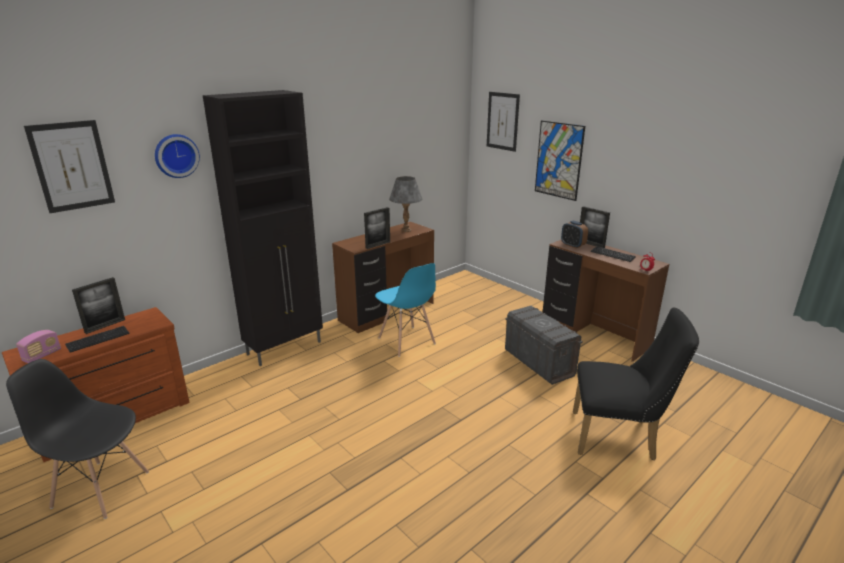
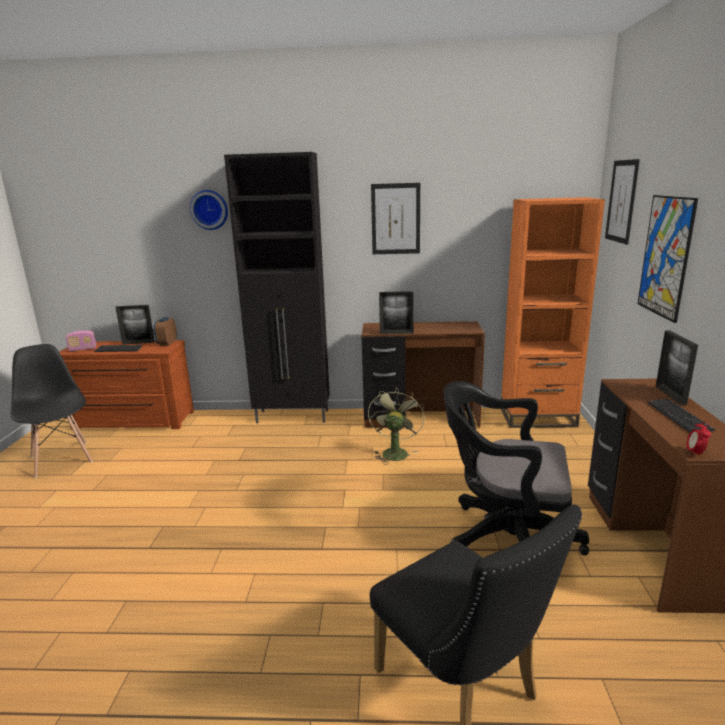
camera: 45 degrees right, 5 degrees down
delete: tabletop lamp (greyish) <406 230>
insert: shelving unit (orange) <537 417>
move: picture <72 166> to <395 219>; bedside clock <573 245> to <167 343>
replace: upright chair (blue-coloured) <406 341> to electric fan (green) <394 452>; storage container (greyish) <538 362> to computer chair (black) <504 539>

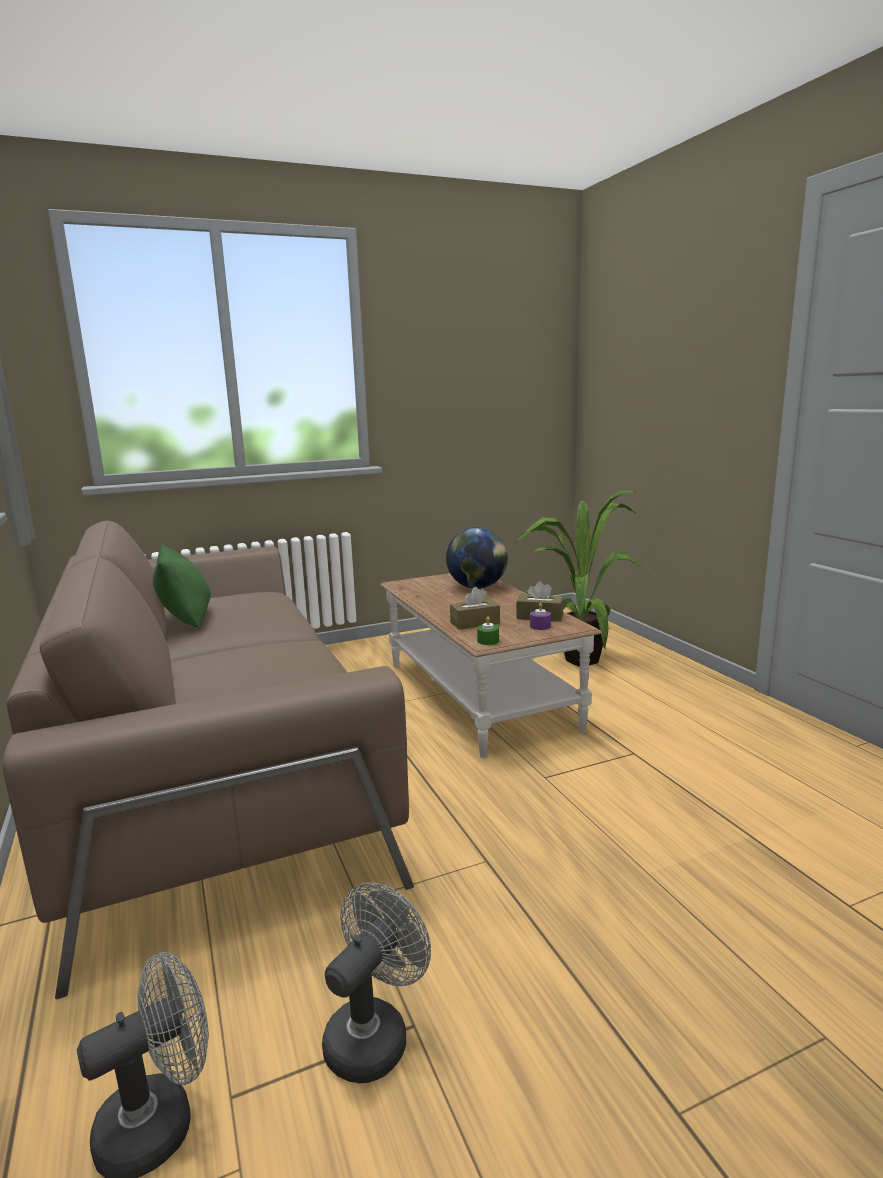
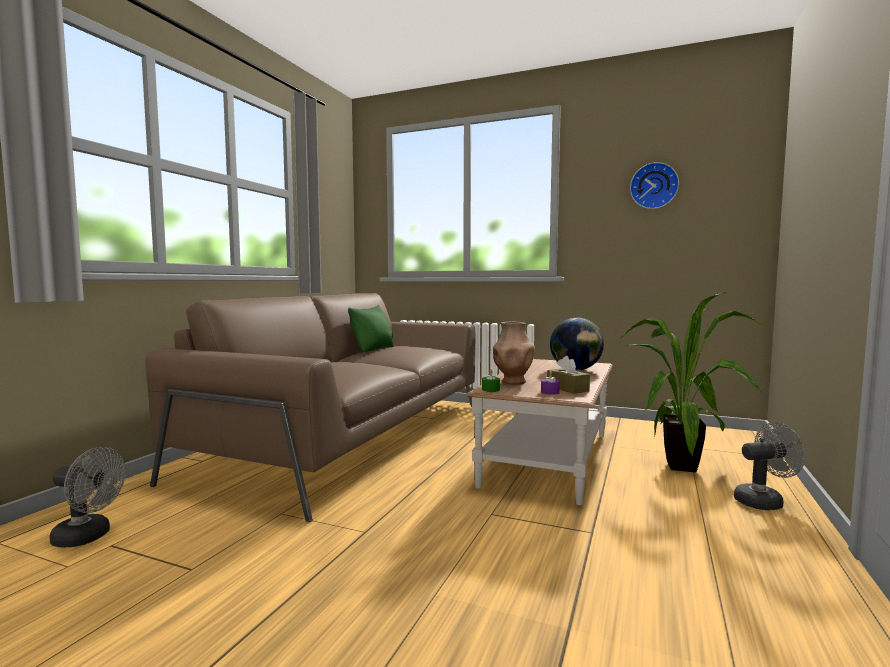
camera: 45 degrees right, 10 degrees down
insert: clock on the wall <654 186>
move: electric fan (greyish) <374 1034> to <764 501>
replace: box of tissues (brownish) <475 623> to flower vase (brownish) <513 382>

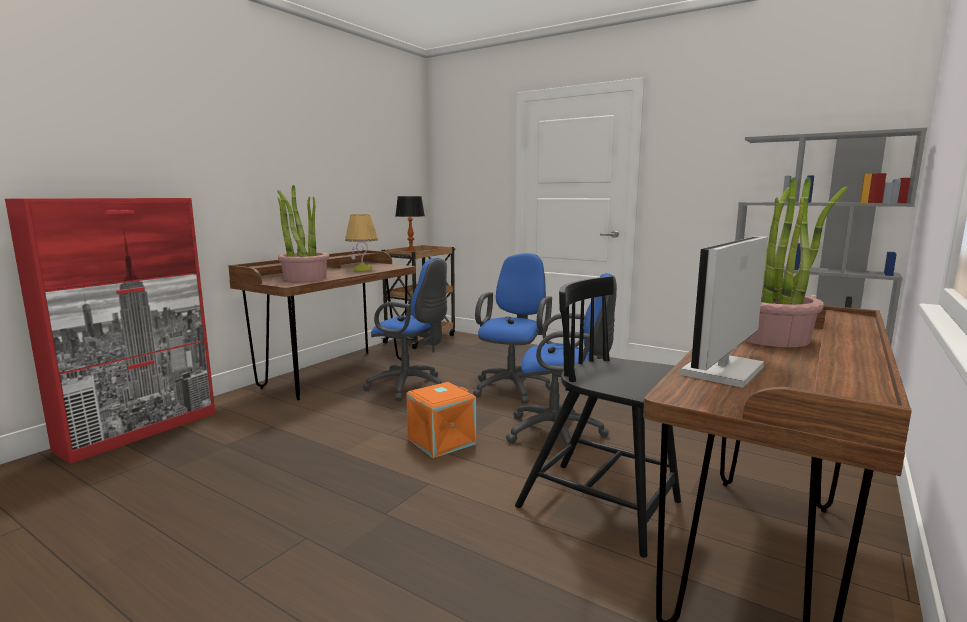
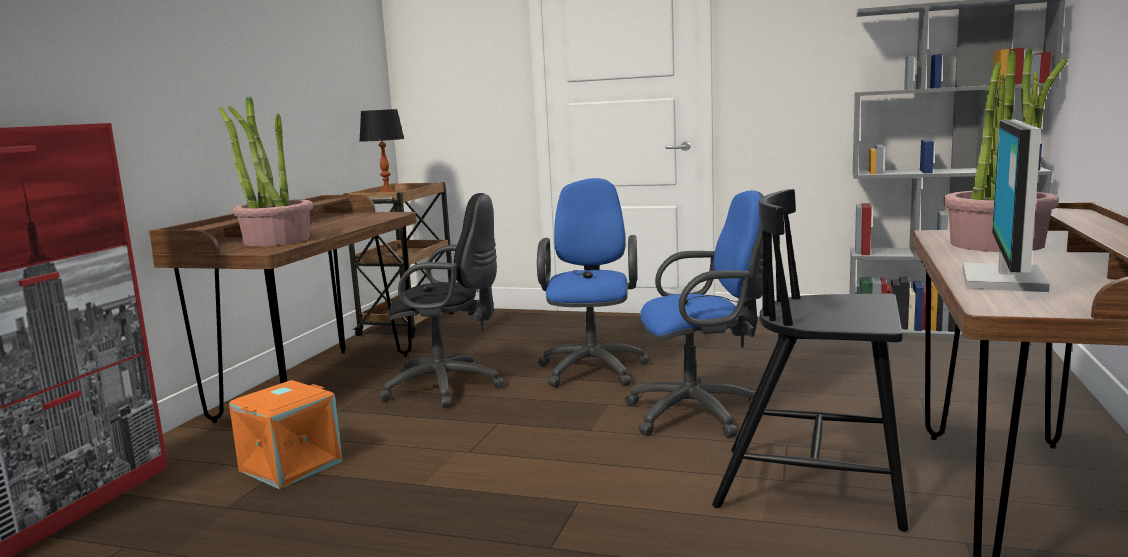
camera: 15 degrees left, 0 degrees up
delete: tabletop lamp <363 269>
move: storage container (orange) <441 441> to <290 465>
recolor: computer chair (blue-coloured) <411 387> to computer chair (black) <449 387>

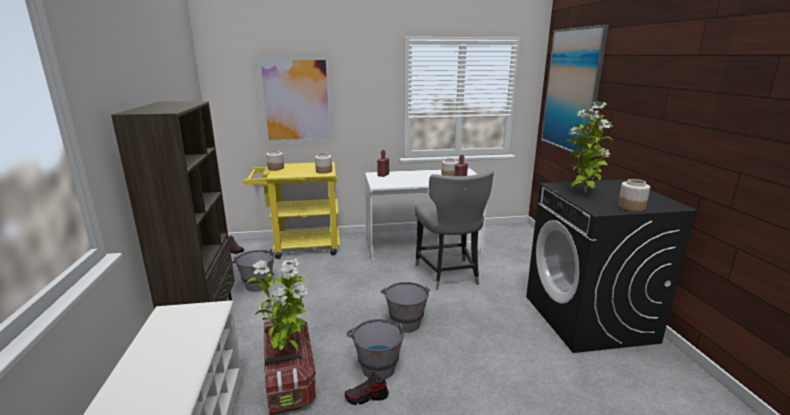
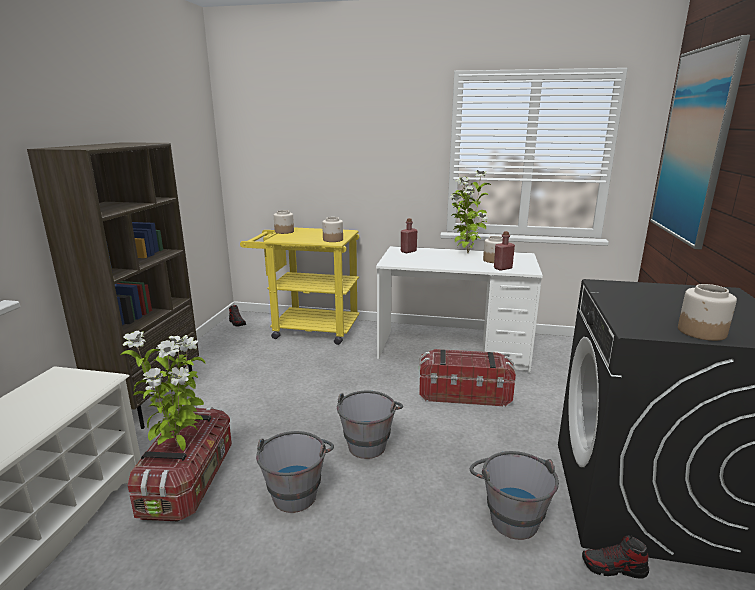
camera: 20 degrees right, 0 degrees up
delete: picture <296 100>
move: water bucket (greyish) <256 283> to <509 514>; low shoe <367 397> to <614 568>; plant in a pot <583 193> to <466 253>
replace: upright chair (greyish) <448 275> to storage container <464 393>

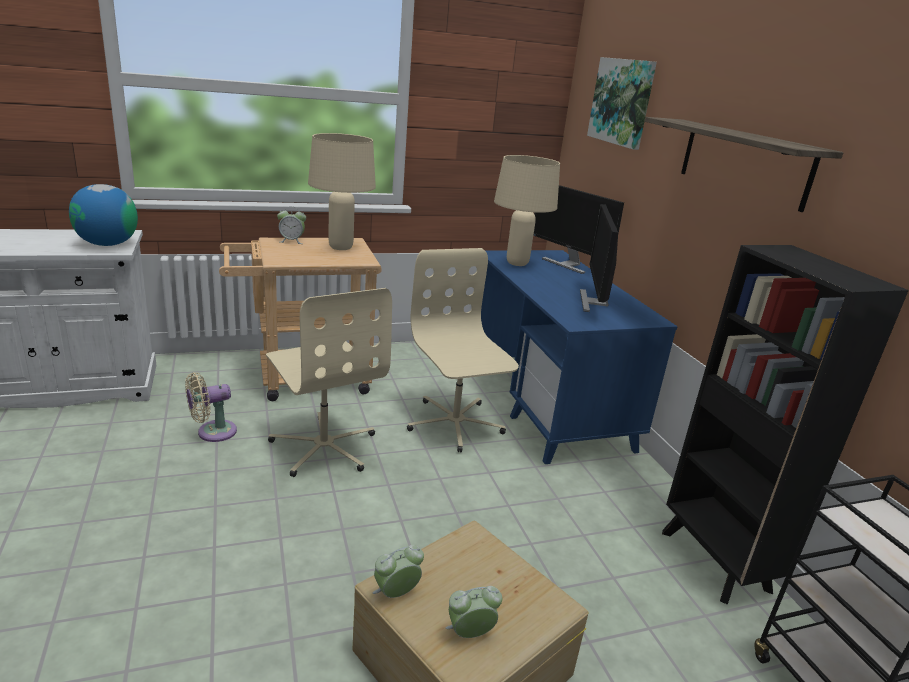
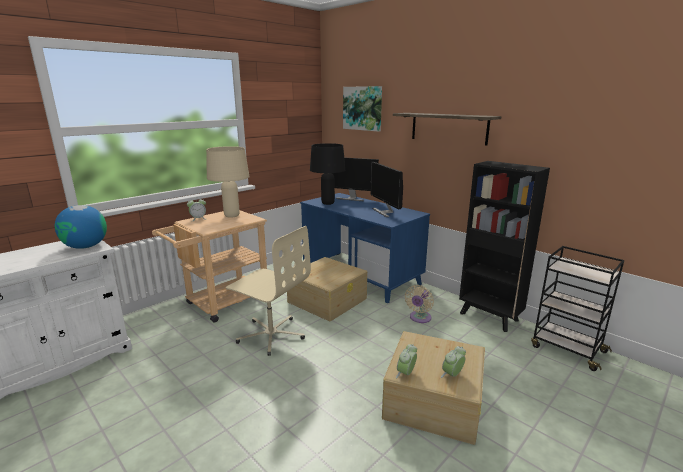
camera: 25 degrees left, 5 degrees down
move: electric fan (beige-coloured) <212 432> to <419 318>
replace: computer chair (beige-coloured) <454 424> to storage container (beige-coloured) <327 300>
recolor: tabletop lamp (beige-coloured) <516 263> to tabletop lamp (black) <327 203>

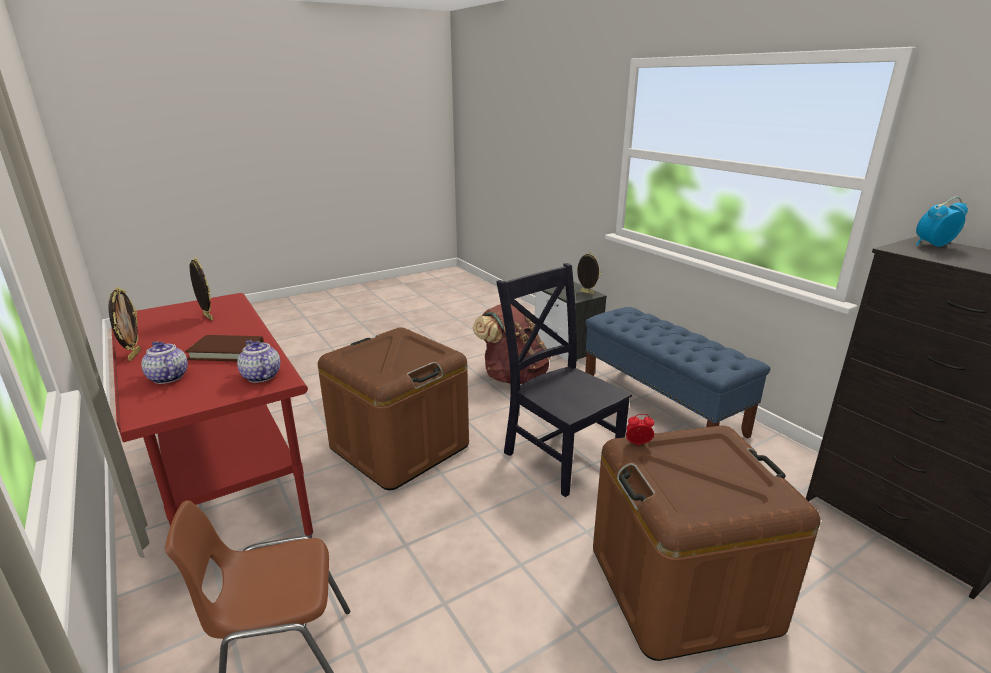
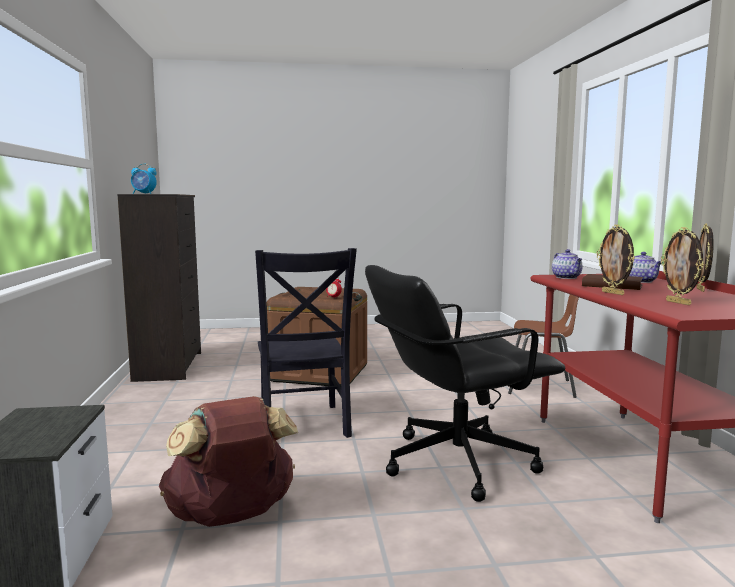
camera: 155 degrees left, 15 degrees down
delete: long seat (blue-coloured) <661 407>
move: photo frame <586 293> to <613 293>
replace: storage container (brownish) <399 447> to computer chair (black) <456 462>

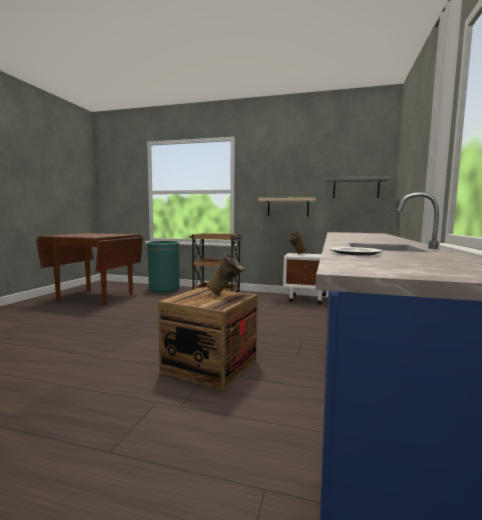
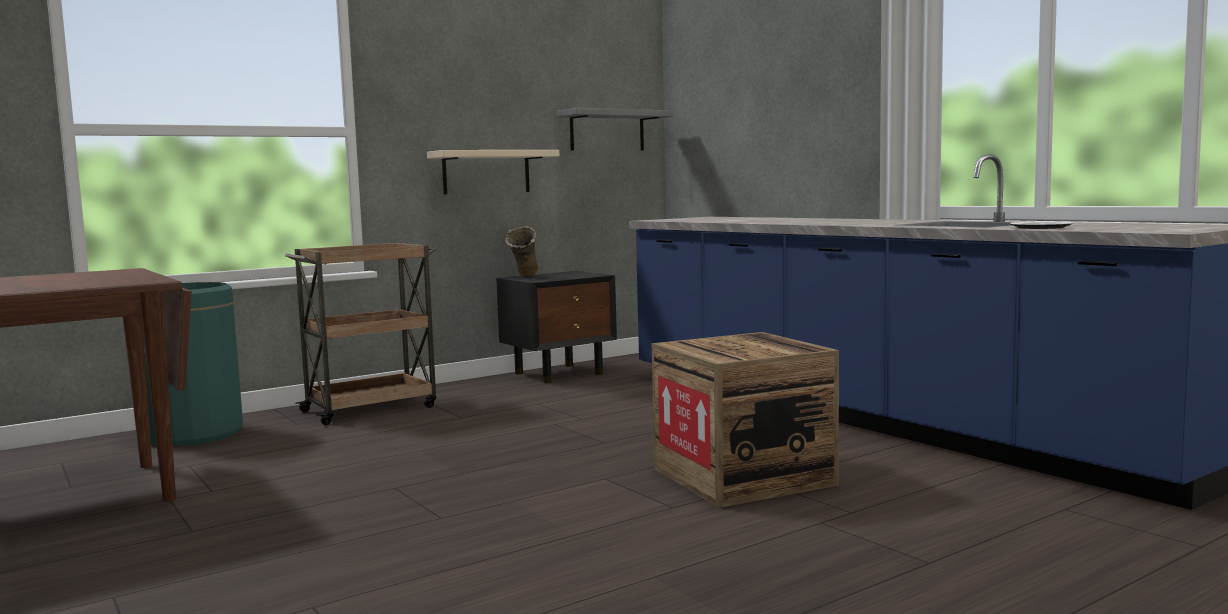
camera: 50 degrees left, 0 degrees up
delete: flower vase (beige-coloured) <226 295>
recolor: night table (white) <306 299> to night table (black) <560 373>

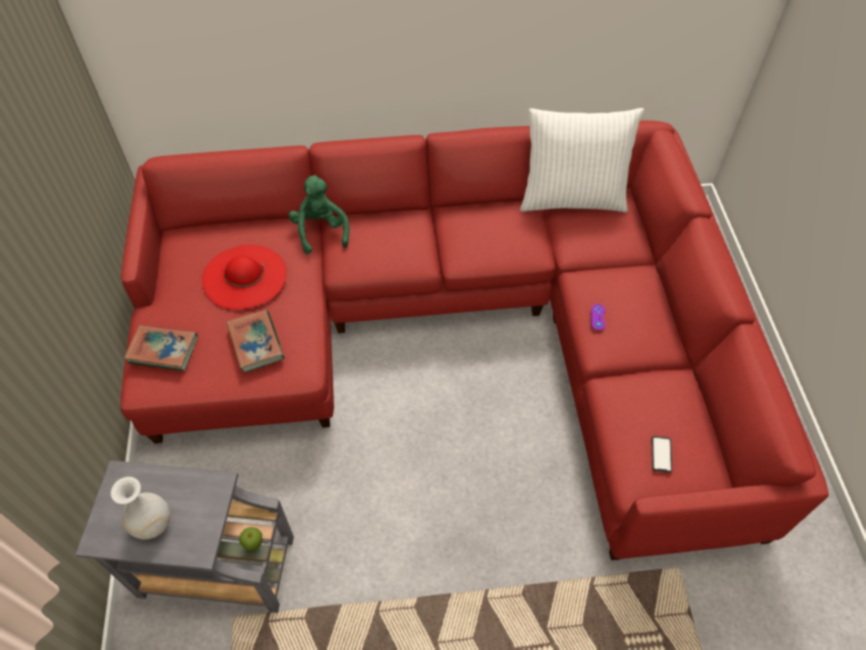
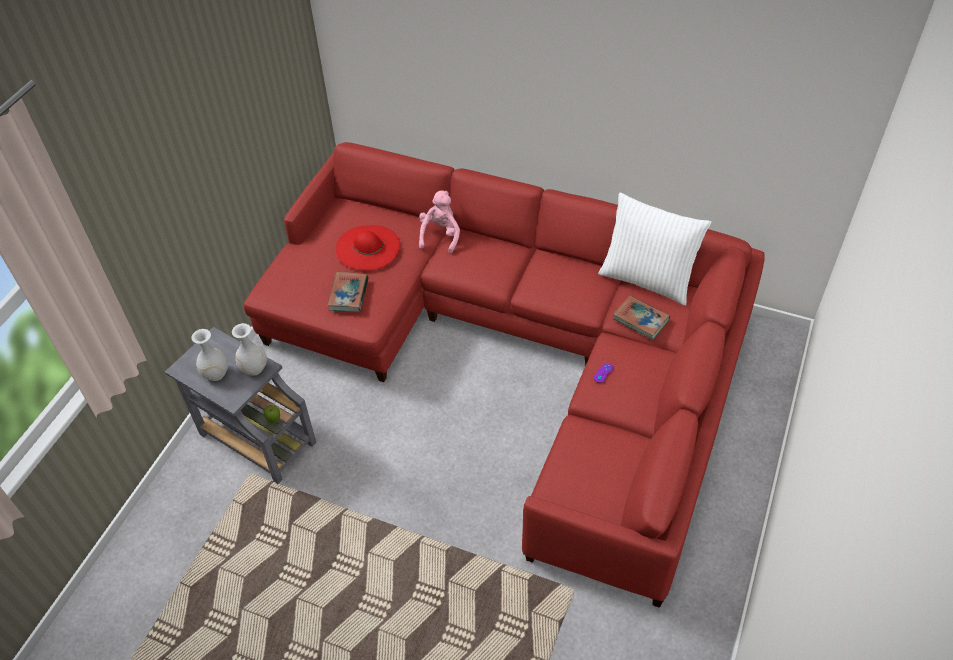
camera: 30 degrees right, 5 degrees down
delete: phone <661 454>
insert: flower vase (white) <254 368>
move: book <163 350> to <640 319>
recolor: plush toy (green) <320 231> to plush toy (pink) <440 235>

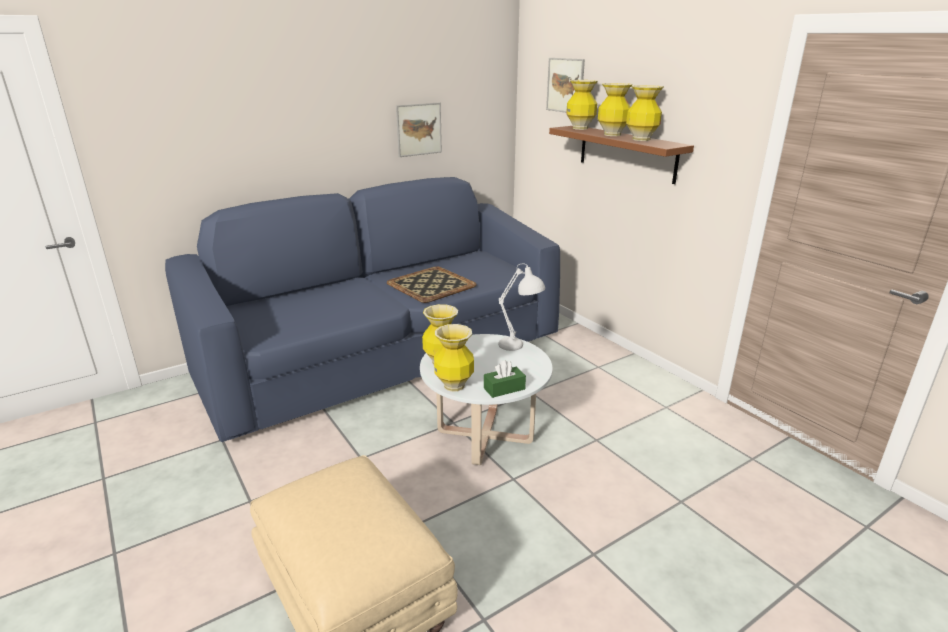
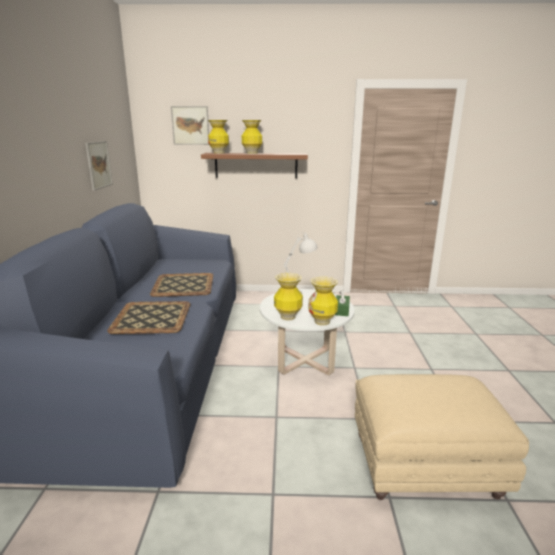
camera: 55 degrees left, 5 degrees down
delete: flower vase <641 139>
insert: serving tray <152 318>

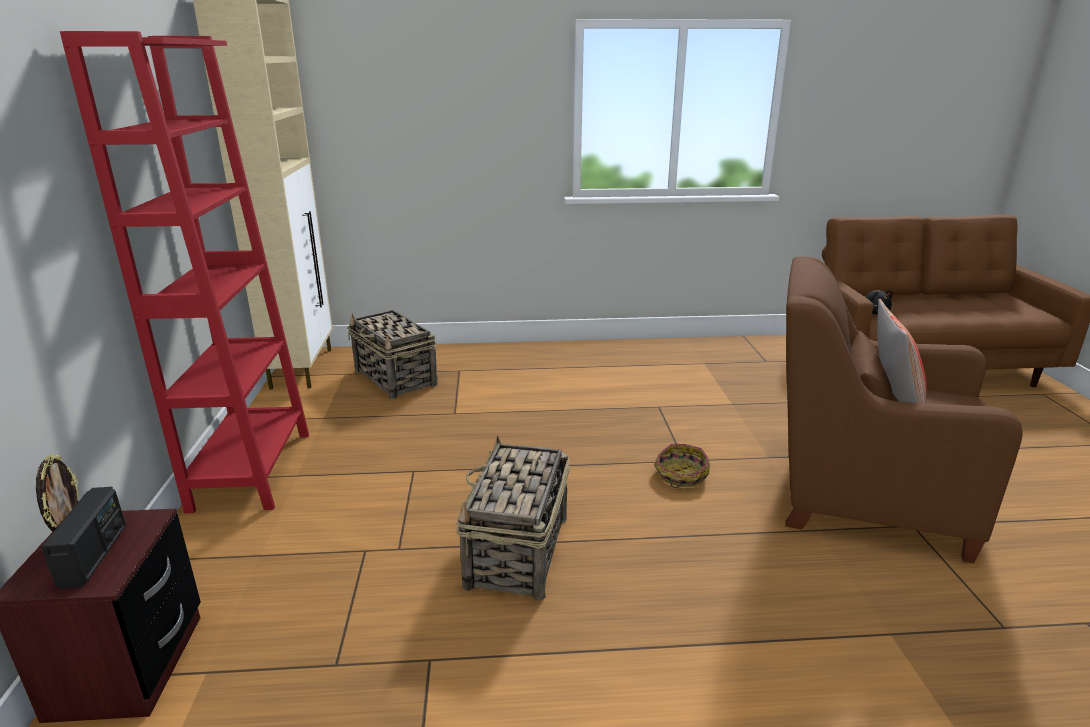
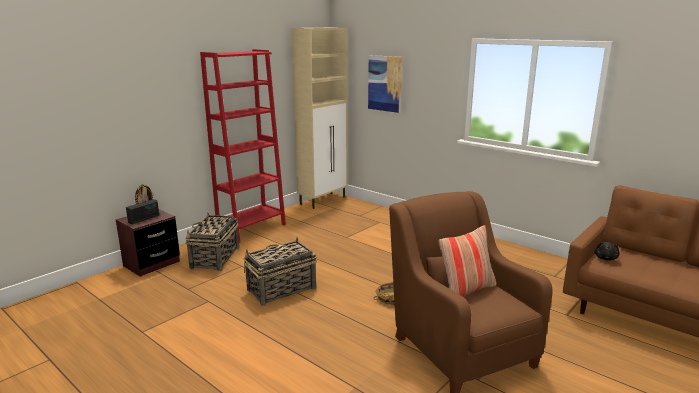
camera: 45 degrees right, 5 degrees down
insert: picture <385 83>
move: basket <396 378> to <215 258>

